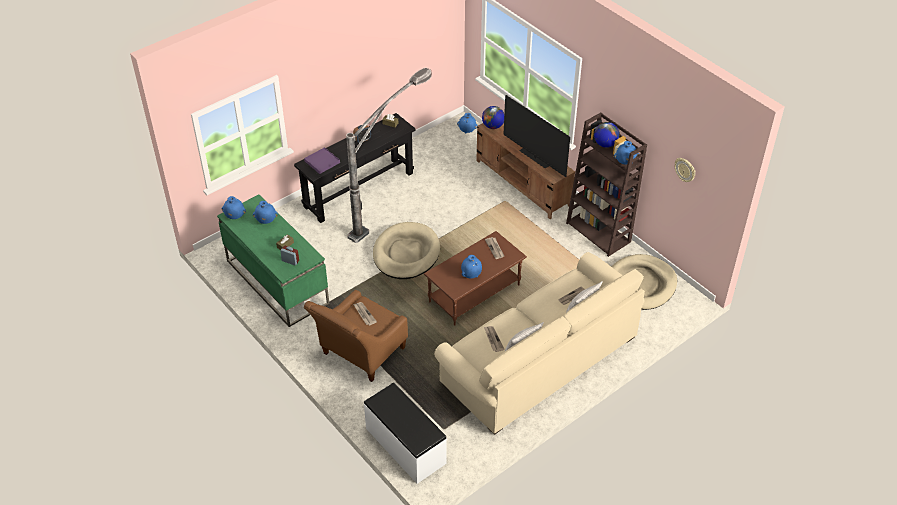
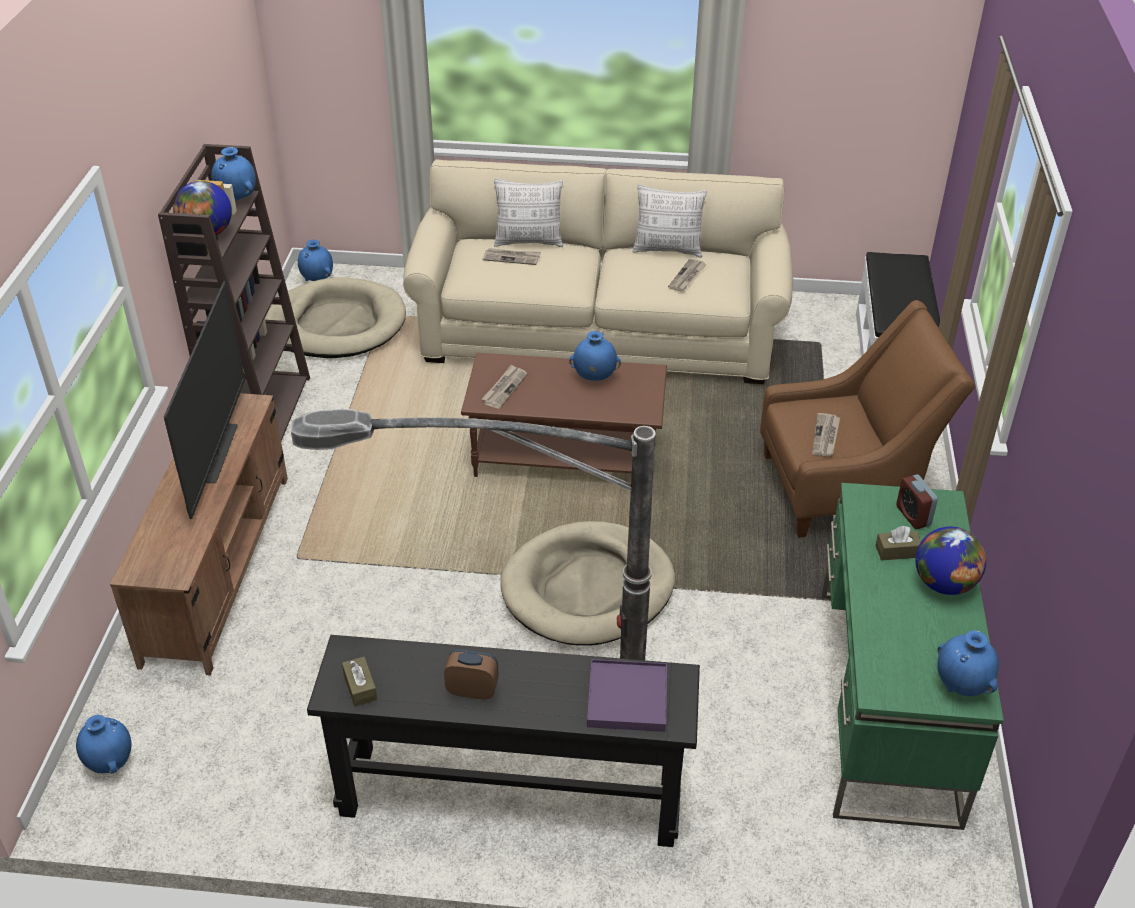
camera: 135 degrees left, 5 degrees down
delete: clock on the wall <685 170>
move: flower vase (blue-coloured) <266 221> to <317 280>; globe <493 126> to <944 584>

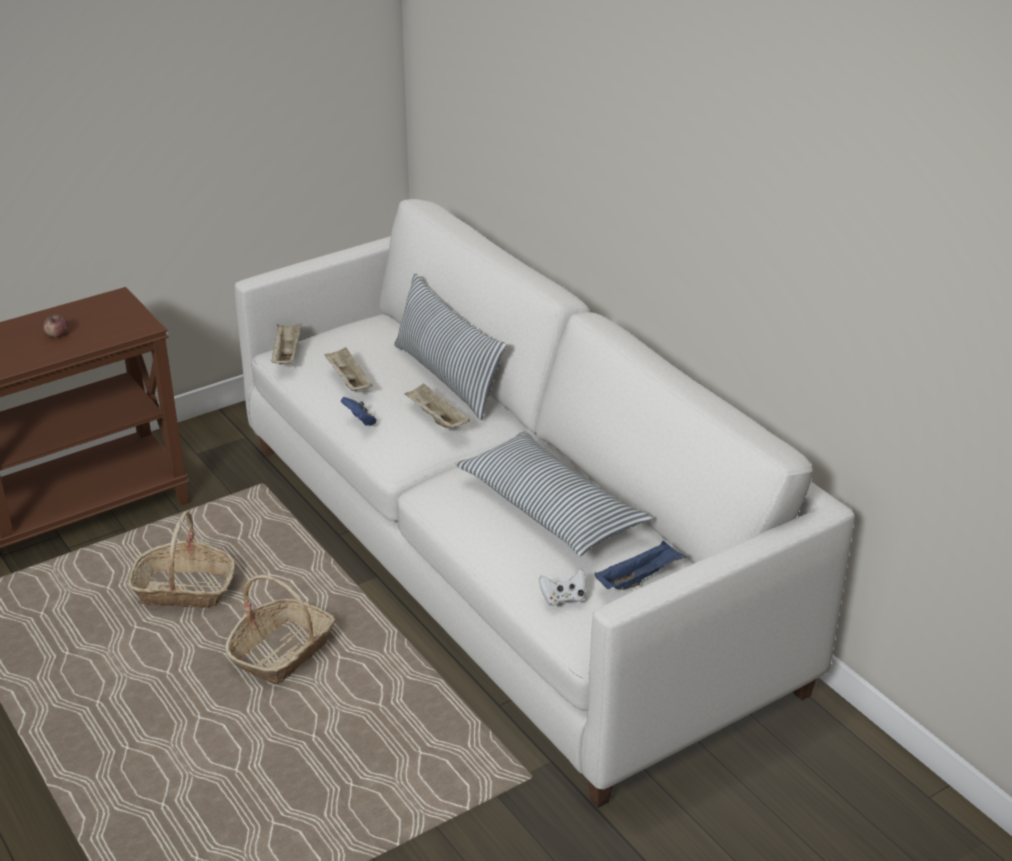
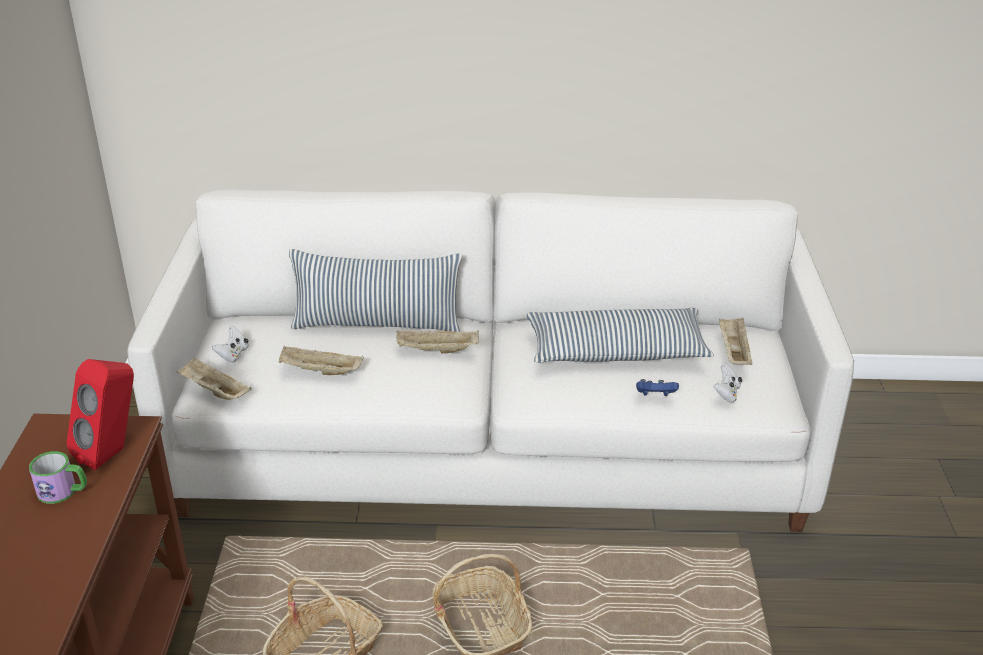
camera: 55 degrees left, 0 degrees up
insert: speaker (red) <113 452>; gamepad (white) <233 354>
move: gamepad (blue-coloured) <360 421> to <655 396>
replace: whole apple <57 335> to tea mug <63 491>
recolor: serving tray (blue-coloured) <639 578> to serving tray (beige-coloured) <733 352>

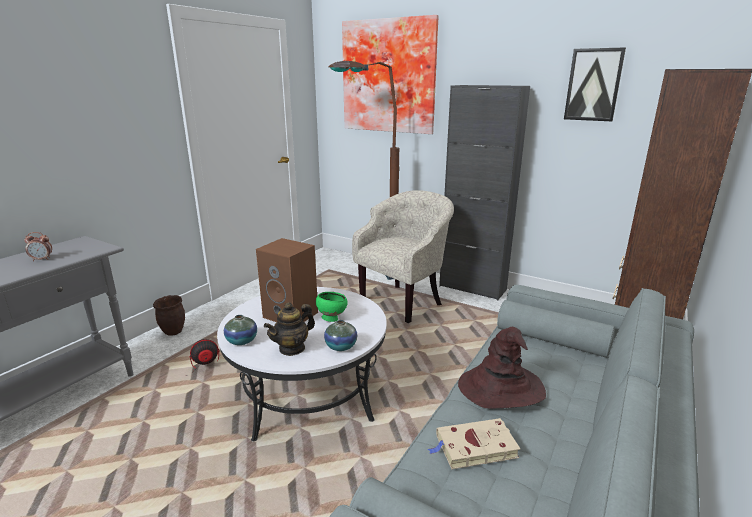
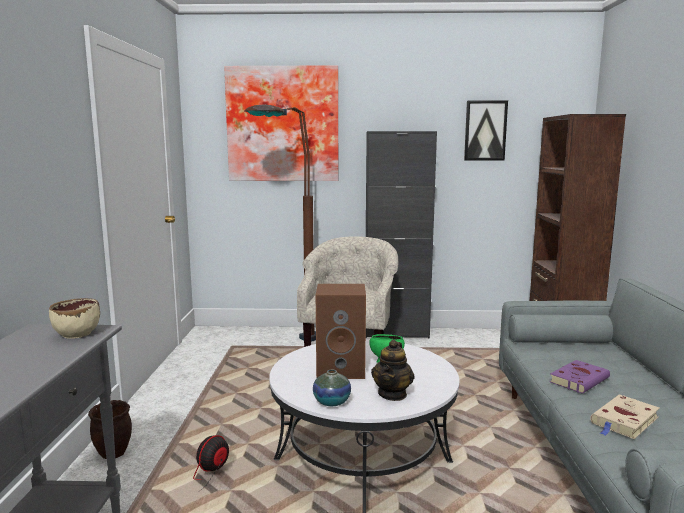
camera: 30 degrees left, 10 degrees down
delete: bedside clock <42 259>; flower vase <341 346>
insert: bowl (beige-coloured) <77 334>
replace: hat (brownish) <501 388> to book (purple-coloured) <579 380>

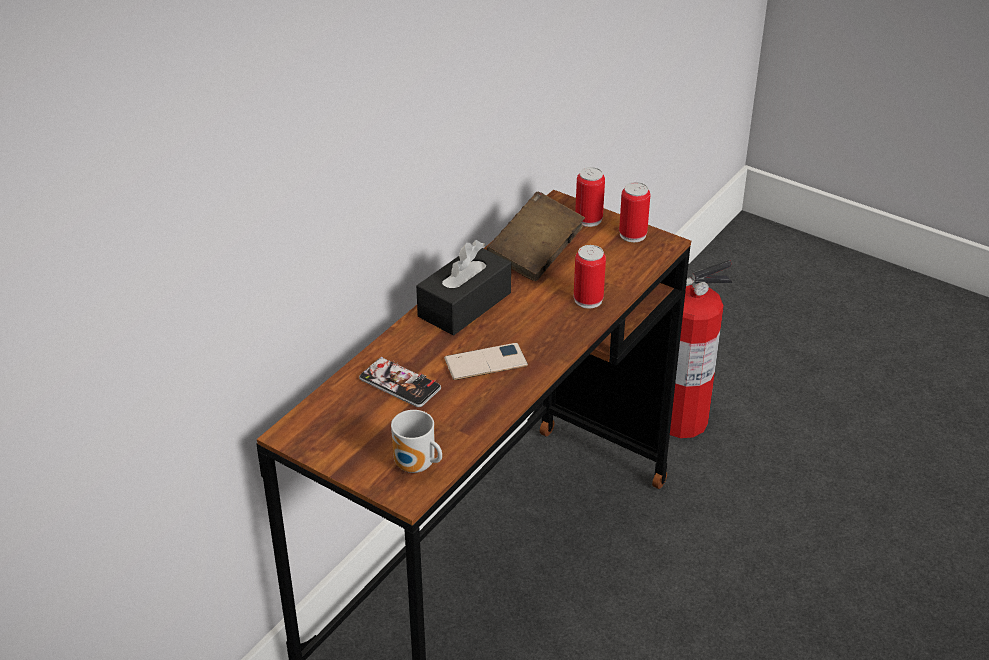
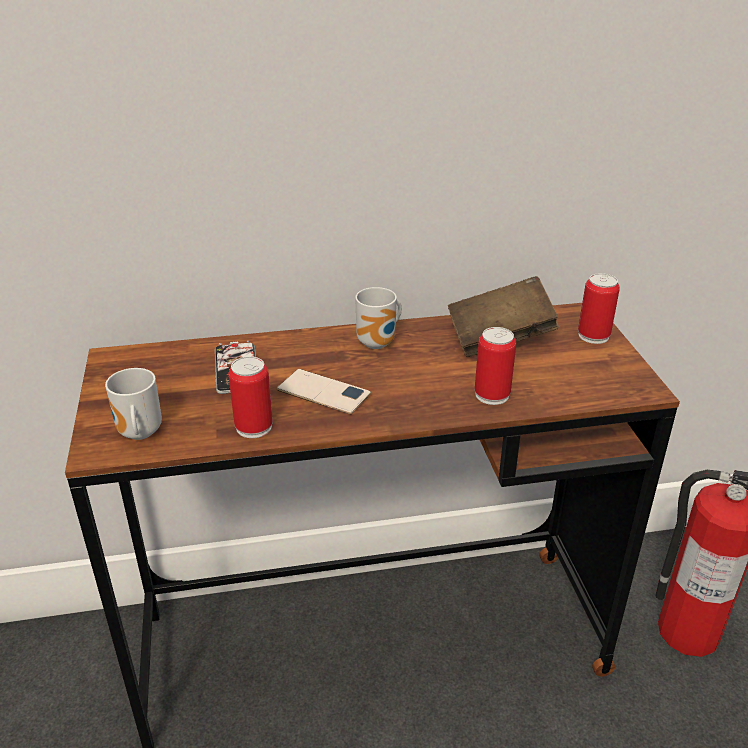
camera: 45 degrees right, 5 degrees down
move: can <632 234> to <254 427>
replace: box of tissues (black) <464 305> to tea mug <379 343>

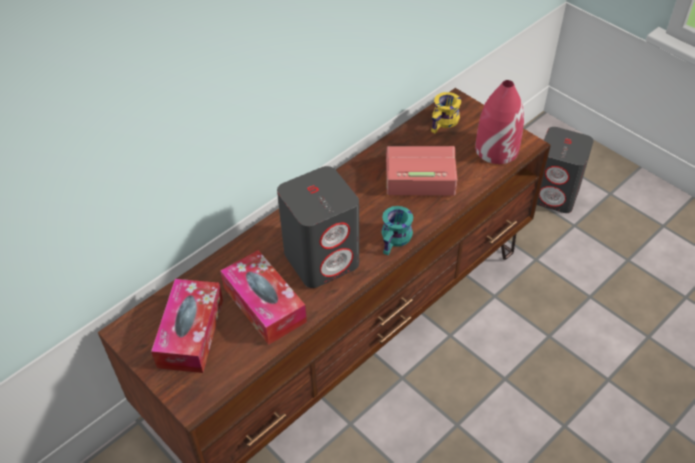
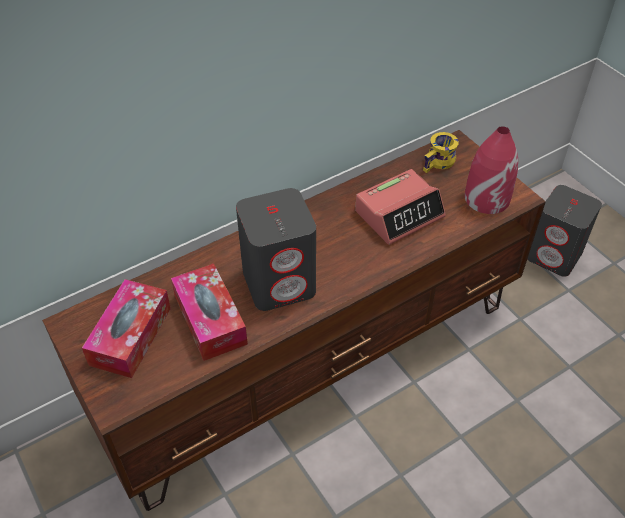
camera: 10 degrees right, 0 degrees up
delete: tea mug (blue-green) <397 240>
rotate: bedside clock <419 176> = <399 214> 135 degrees clockwise

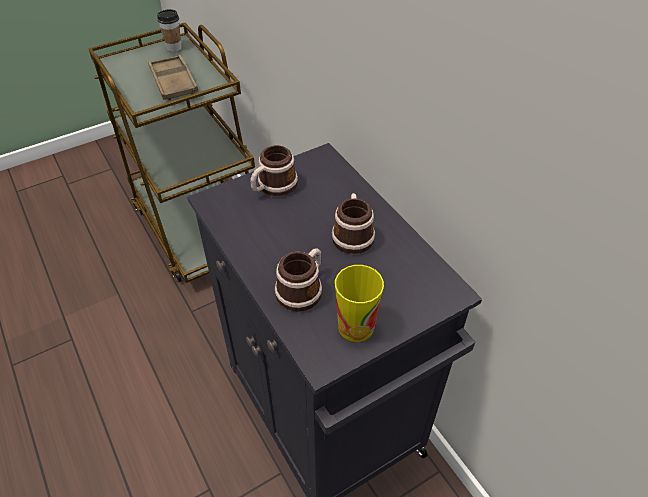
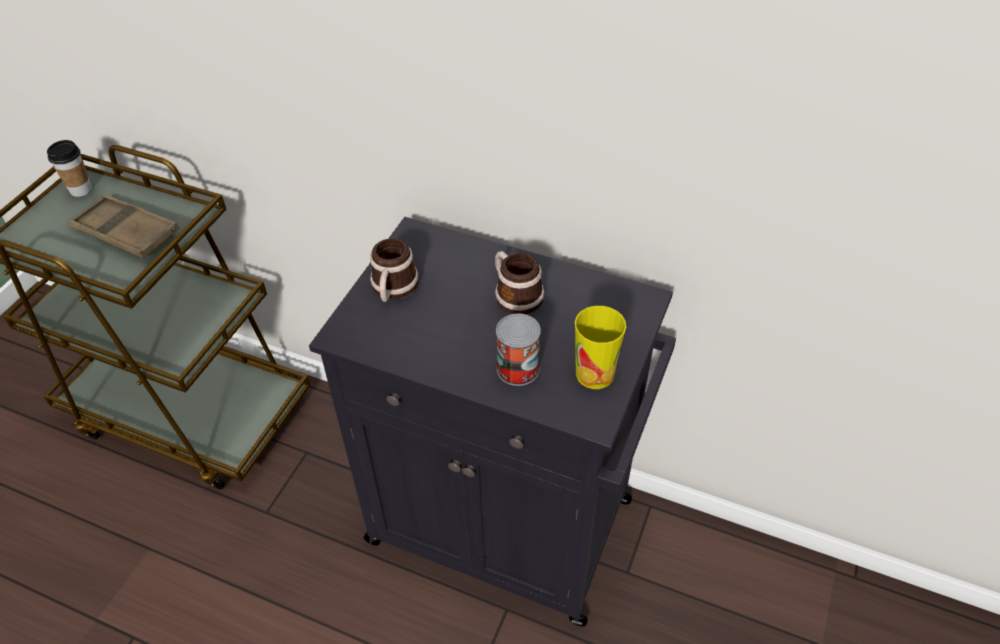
camera: 35 degrees left, 0 degrees up
replace: tea mug <303 289> to can <518 369>

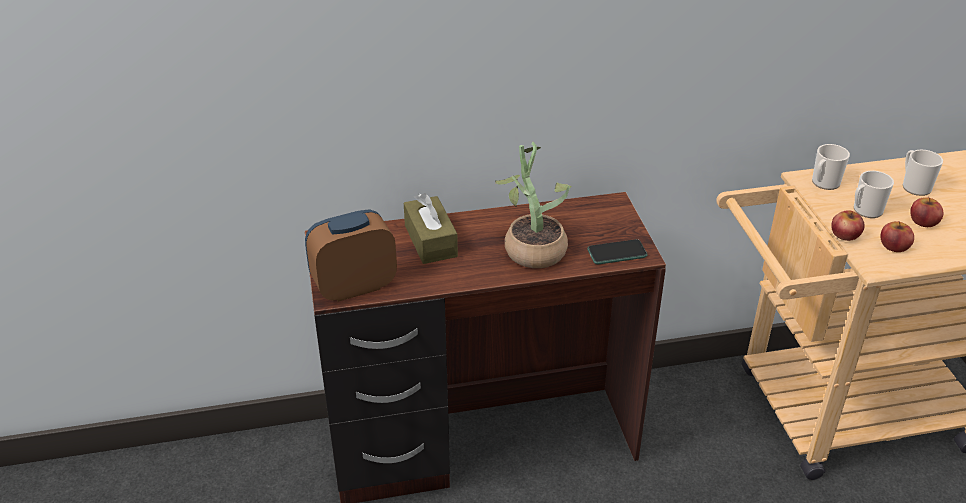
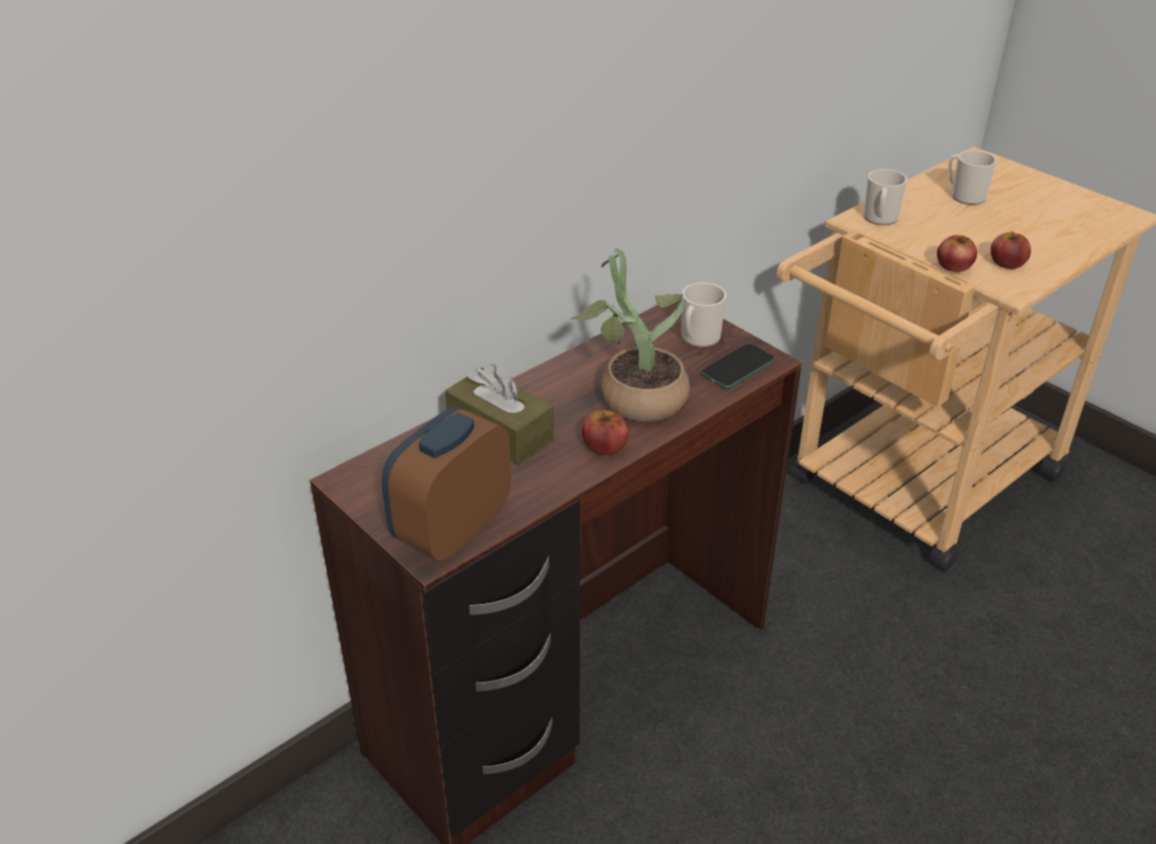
camera: 30 degrees left, 0 degrees up
move: tea mug <865 211> to <698 339>; whole apple <923 221> to <604 445>

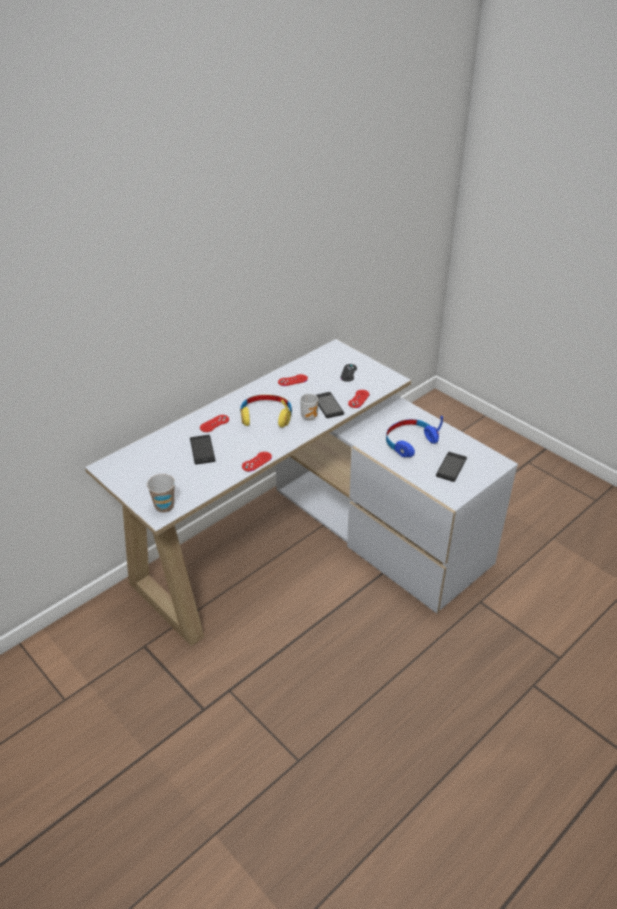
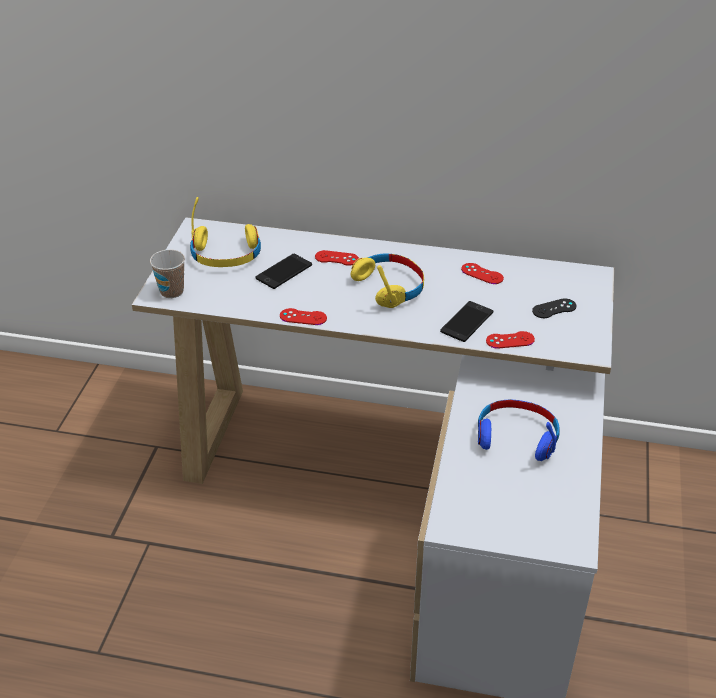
camera: 55 degrees right, 0 degrees up
delete: tea mug <310 416>; phone <451 467>
insert: pair of headphones (yellow) <226 255>

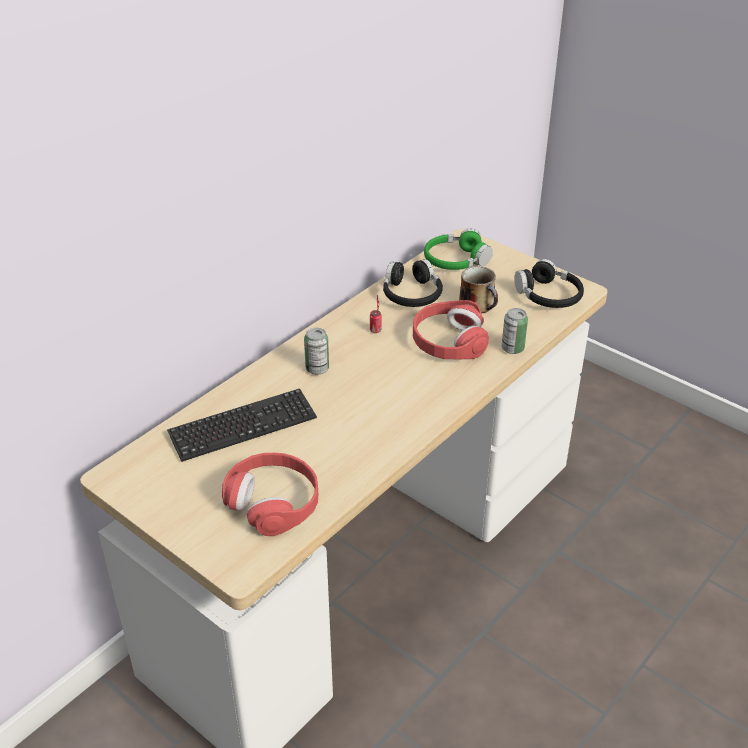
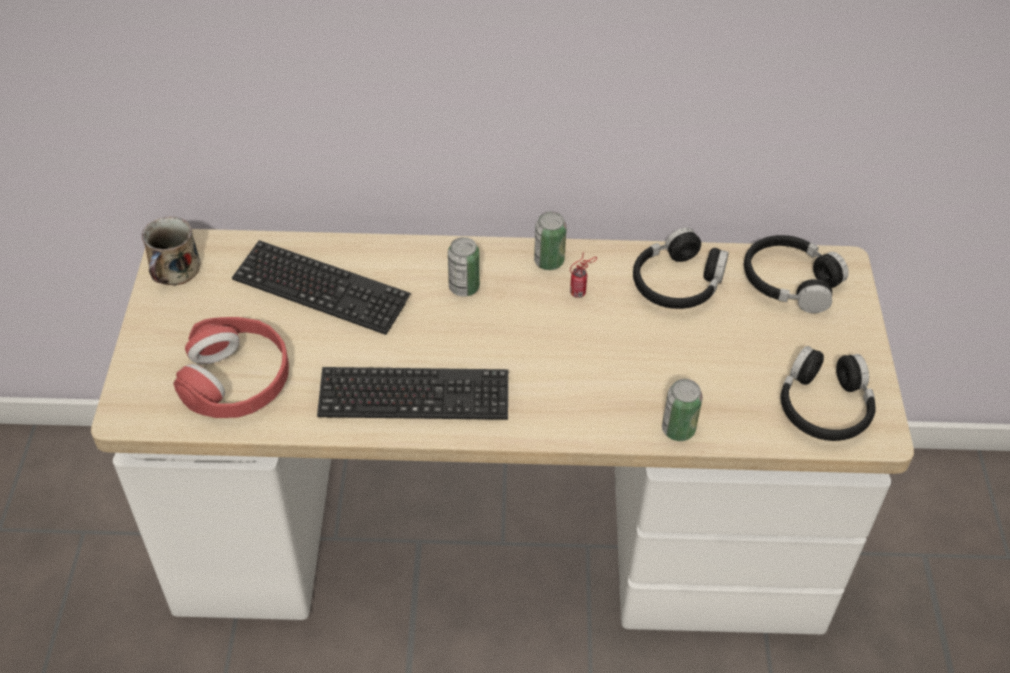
camera: 50 degrees right, 10 degrees up
delete: pair of headphones (red) <448 341>
insert: keyboard <414 396>; can <549 261>
move: tea mug <478 305> to <174 270>
recolor: pair of headphones (green) <456 260> to pair of headphones (black) <790 282>

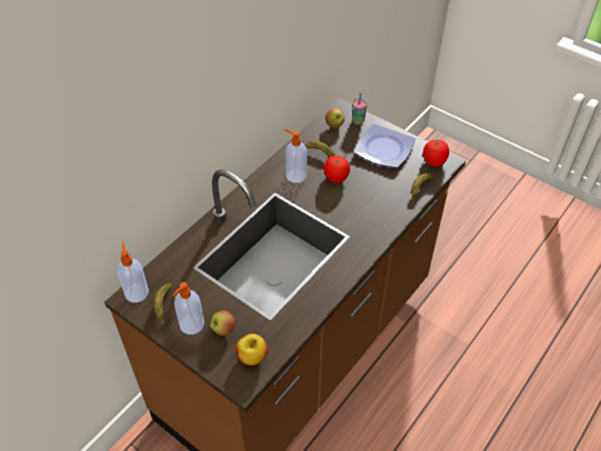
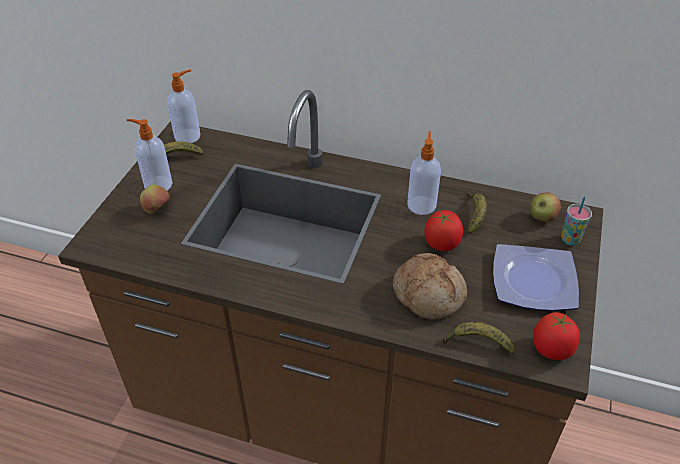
camera: 70 degrees right, 5 degrees down
delete: whole apple <252 357>
insert: baked bread <429 294>

